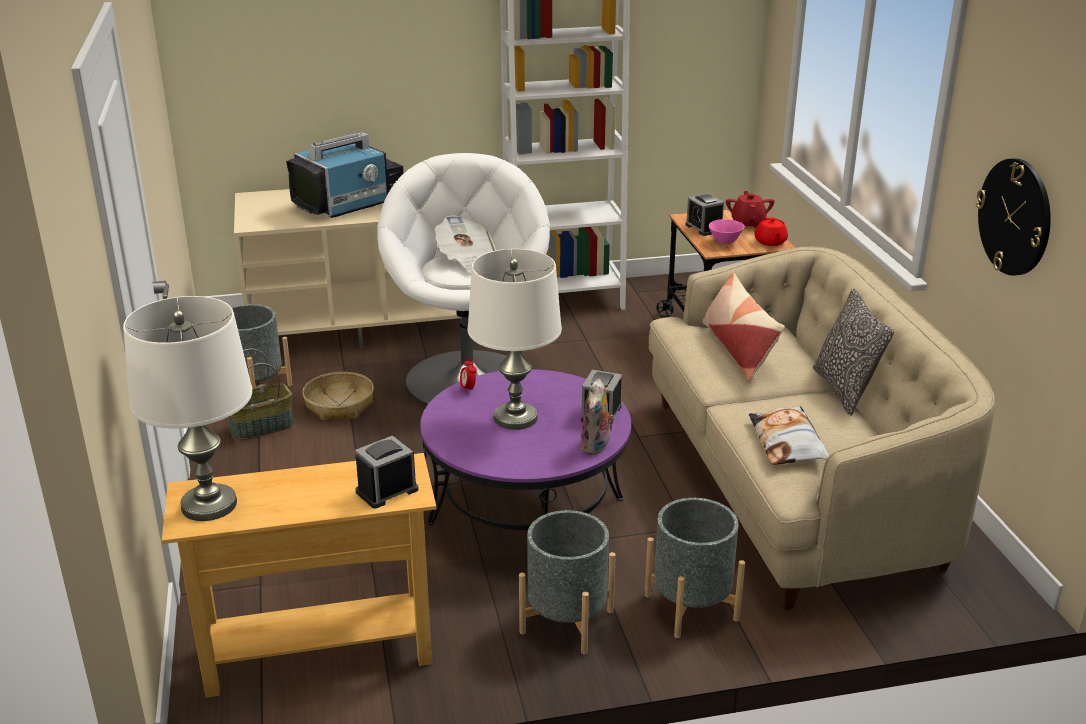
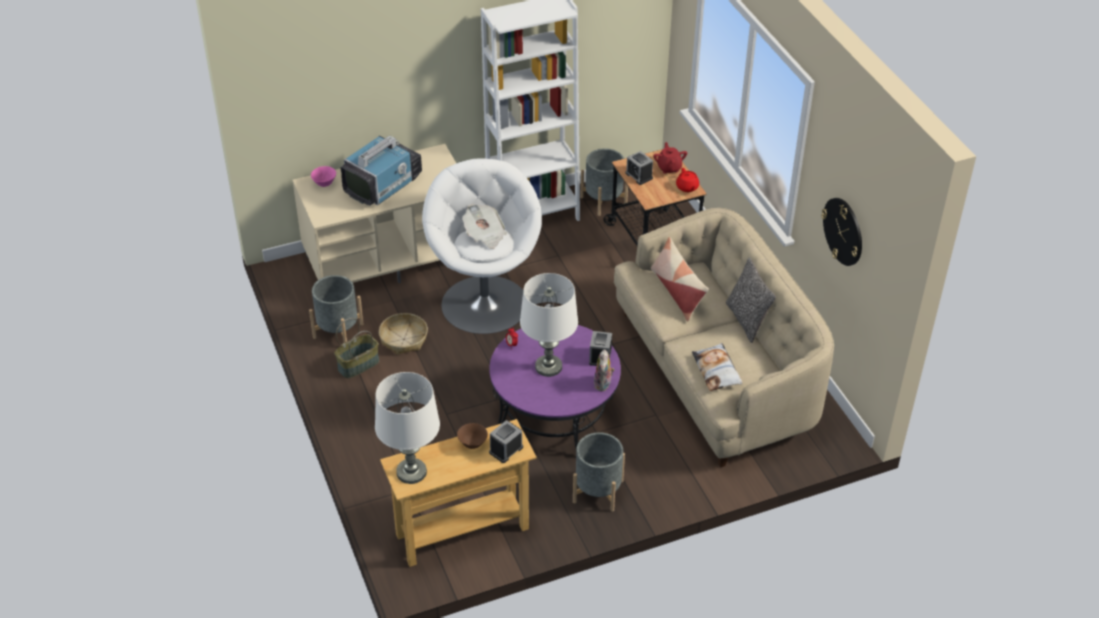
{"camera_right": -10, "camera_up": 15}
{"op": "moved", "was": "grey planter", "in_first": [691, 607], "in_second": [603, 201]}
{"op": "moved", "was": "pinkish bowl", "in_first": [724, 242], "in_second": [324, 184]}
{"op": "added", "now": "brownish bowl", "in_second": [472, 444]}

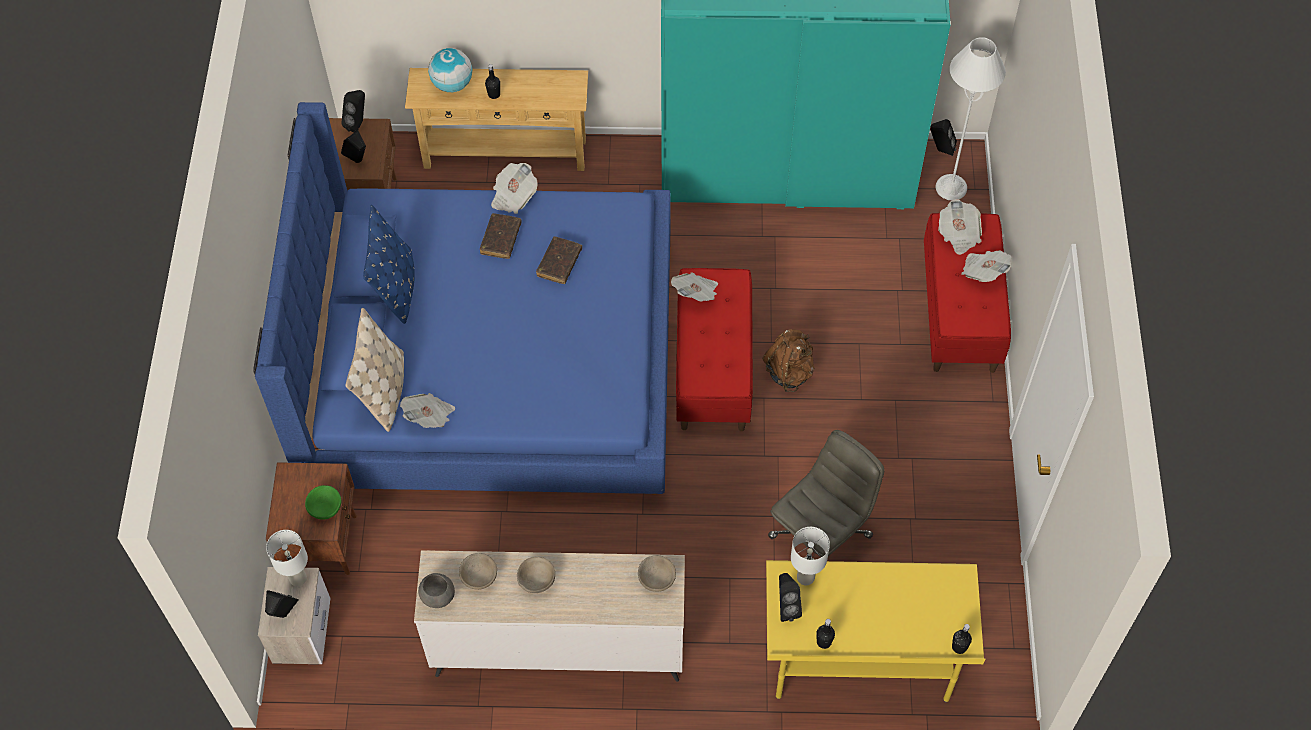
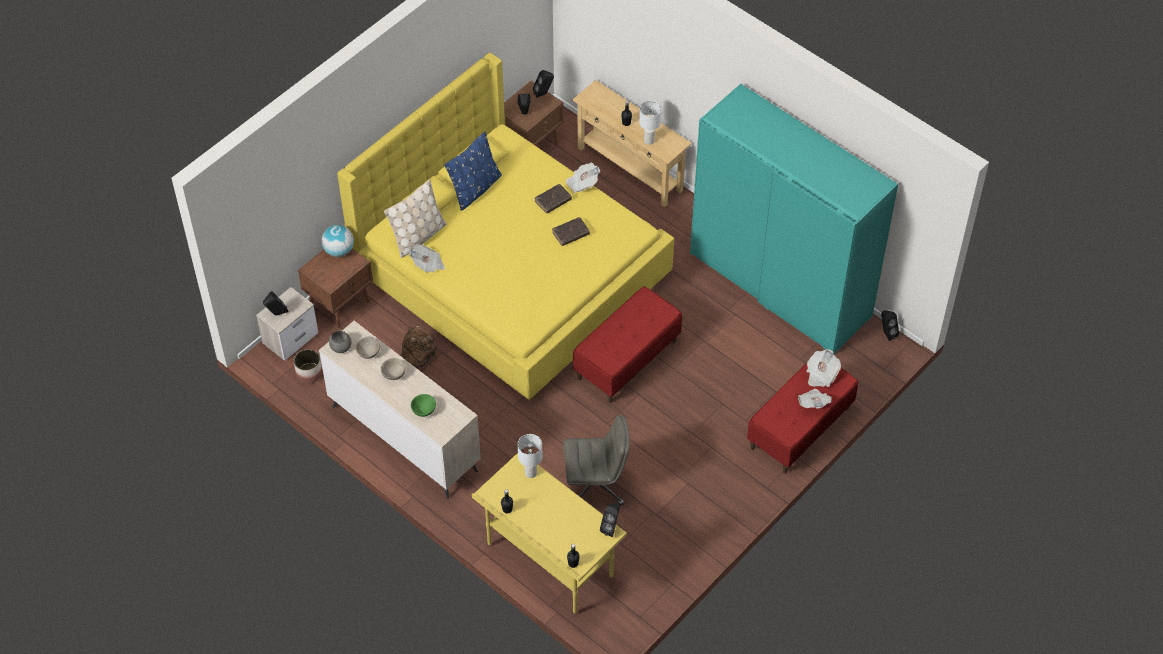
{"camera_right": 40, "camera_up": -5}
{"op": "recoloured", "was": "blue sleeping bed", "now": "yellow sleeping bed", "in_first": [490, 364], "in_second": [511, 274]}
{"op": "moved", "was": "whitish lamp for a table", "in_first": [297, 578], "in_second": [649, 140]}
{"op": "moved", "was": "green bowl", "in_first": [325, 508], "in_second": [424, 410]}
{"op": "moved", "was": "desk globe", "in_first": [452, 84], "in_second": [339, 250]}
{"op": "removed", "was": "sand-coloured bowl", "in_first": [657, 579]}
{"op": "removed", "was": "daily paper", "in_first": [696, 293]}
{"op": "moved", "was": "brownish knapsack", "in_first": [789, 371], "in_second": [418, 358]}
{"op": "moved", "was": "black-coloured loudspeaker", "in_first": [786, 607], "in_second": [611, 527]}
{"op": "removed", "was": "whitish standard lamp", "in_first": [951, 187]}
{"op": "added", "now": "planter", "in_second": [309, 373]}

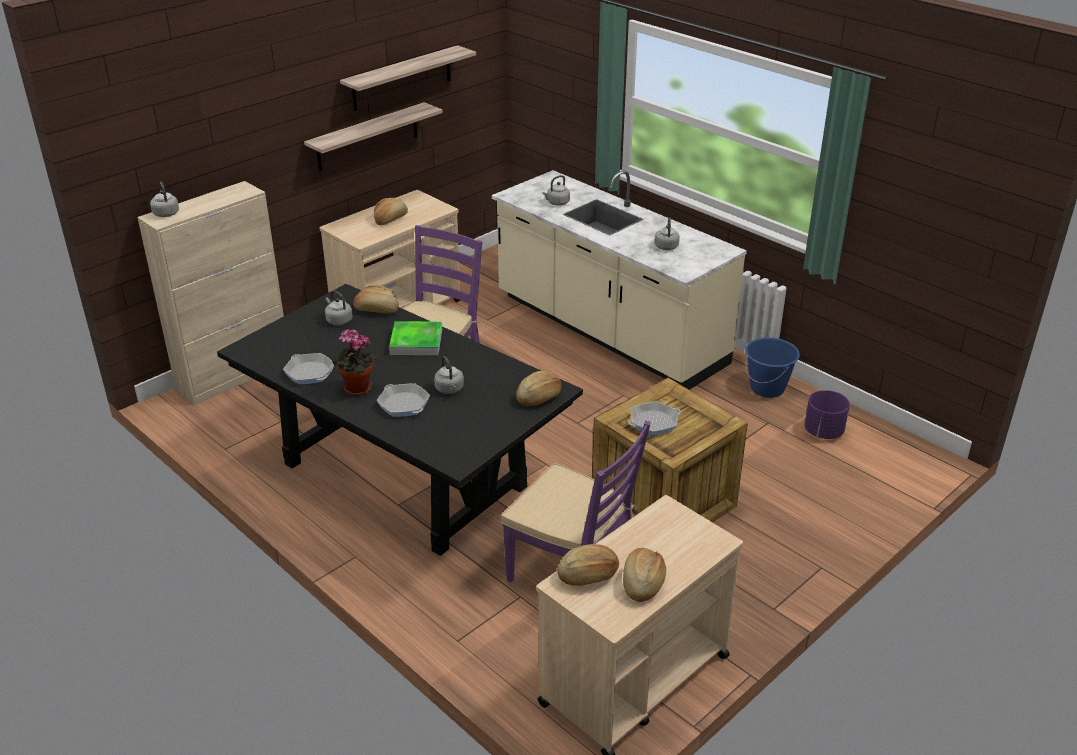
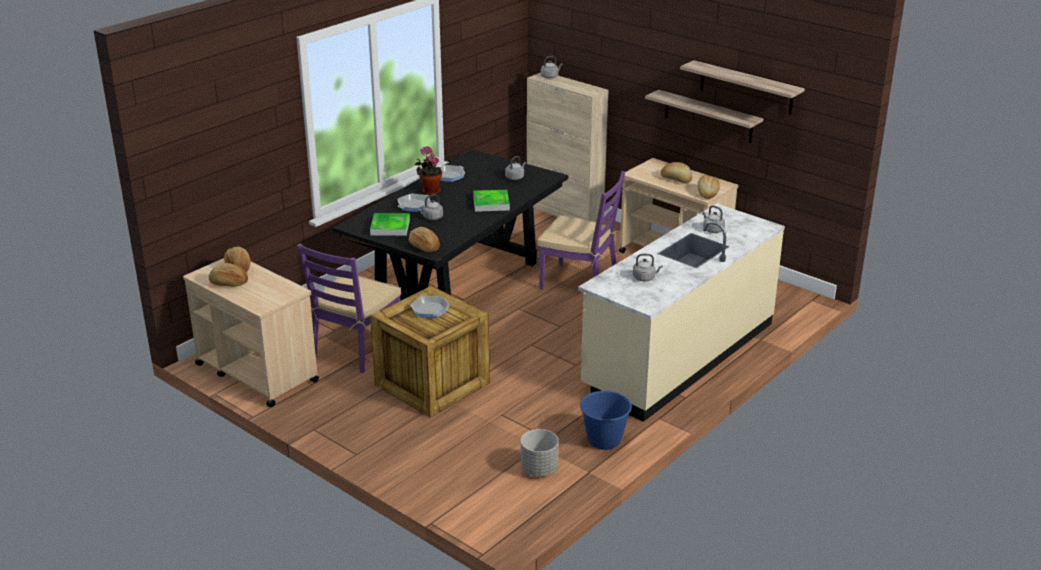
{"camera_right": 85, "camera_up": -5}
{"op": "moved", "was": "bread", "in_first": [376, 310], "in_second": [707, 193]}
{"op": "recoloured", "was": "purplish planter", "now": "grey planter", "in_first": [823, 432], "in_second": [539, 469]}
{"op": "added", "now": "tray", "in_second": [390, 227]}

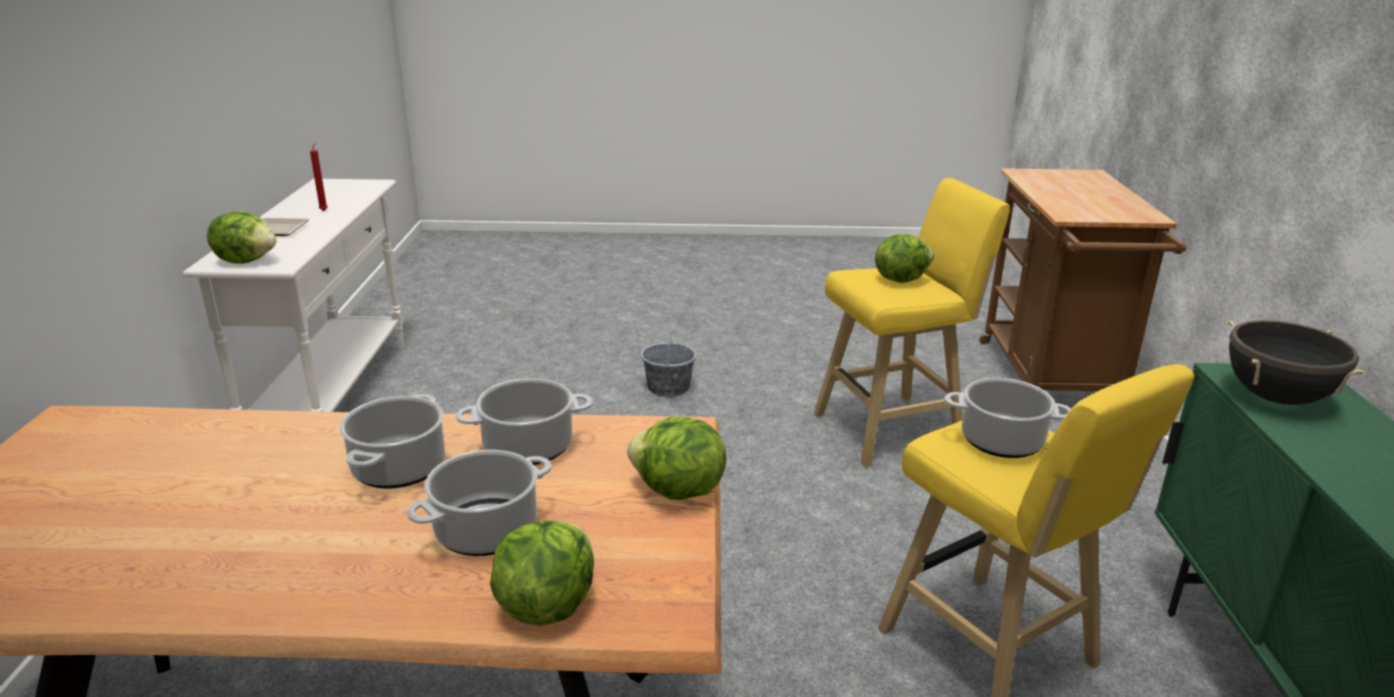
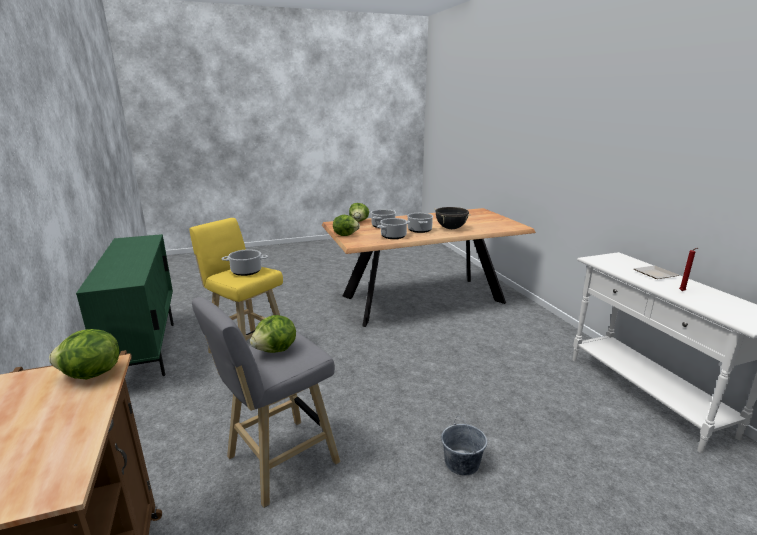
{"camera_right": 160, "camera_up": -5}
{"op": "moved", "was": "lettuce", "in_first": [247, 260], "in_second": [91, 375]}
{"op": "recoloured", "was": "yellow sitting stool", "now": "grey sitting stool", "in_first": [894, 429], "in_second": [278, 462]}
{"op": "moved", "was": "black-coloured stockpot", "in_first": [1276, 398], "in_second": [451, 228]}

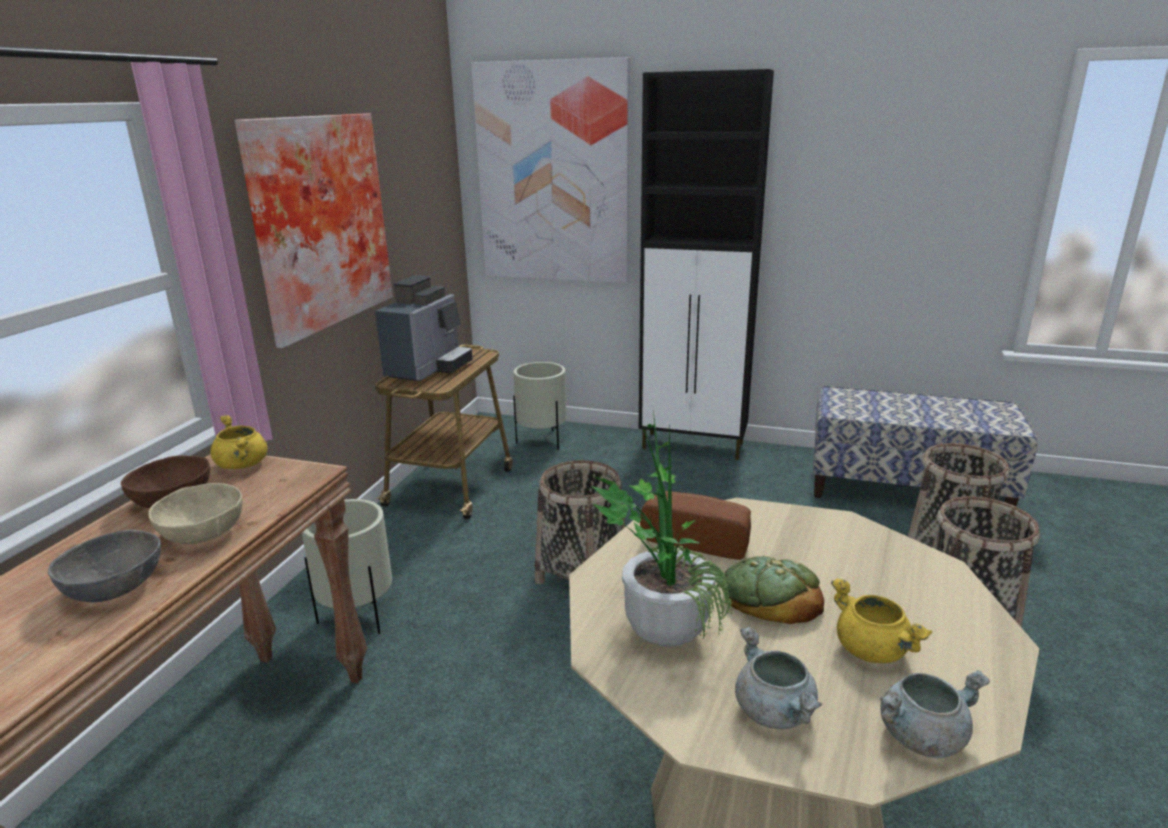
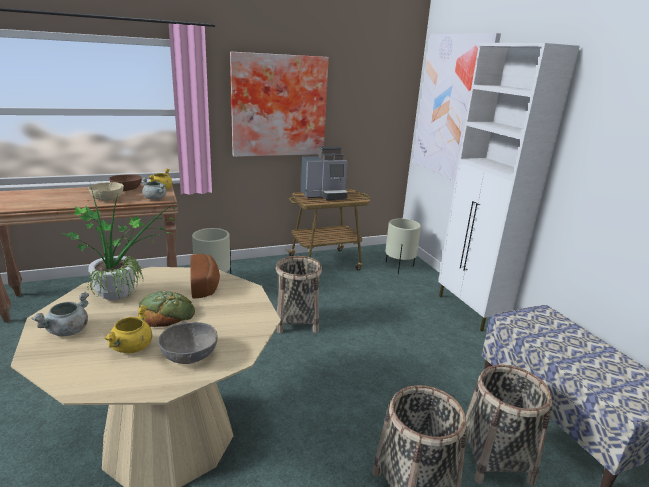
{"camera_right": 50, "camera_up": 0}
{"op": "moved", "was": "grey bowl", "in_first": [115, 587], "in_second": [190, 355]}
{"op": "recoloured", "was": "black-coloured cupboard", "now": "whitish cupboard", "in_first": [694, 446], "in_second": [471, 311]}
{"op": "moved", "was": "grey stockpot", "in_first": [921, 736], "in_second": [155, 198]}

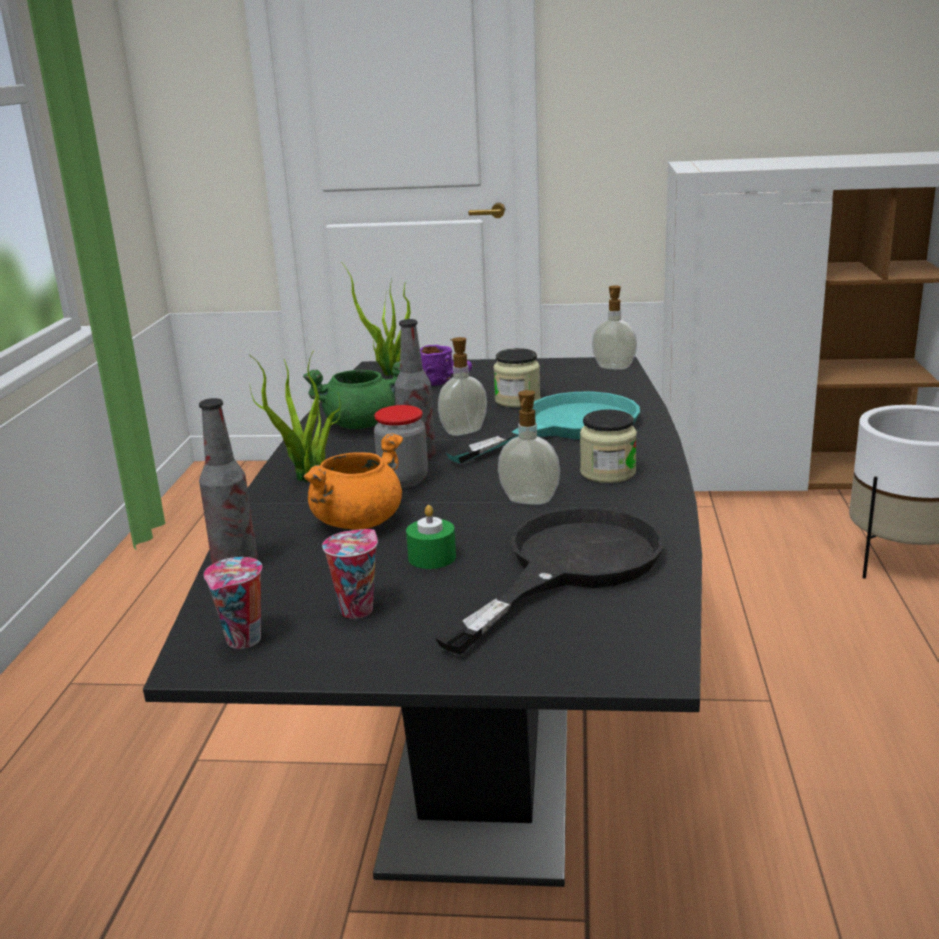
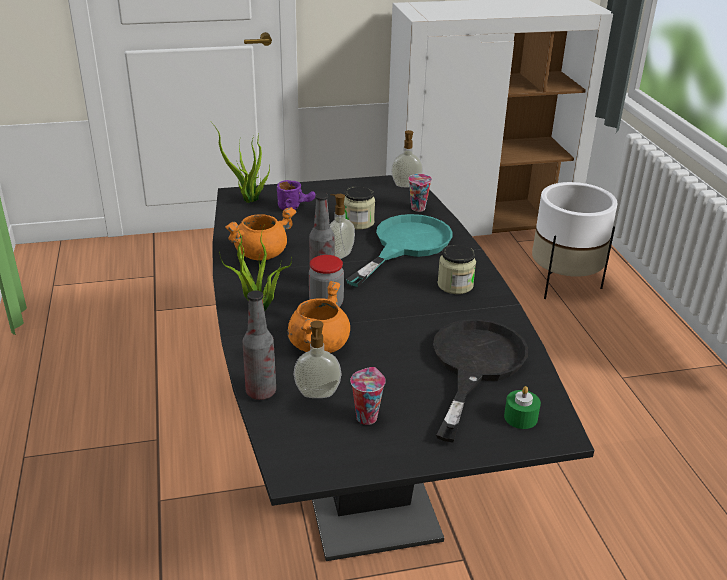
{"camera_right": -20, "camera_up": 10}
{"op": "moved", "was": "drinking cup", "in_first": [243, 641], "in_second": [418, 209]}
{"op": "recoloured", "was": "green stockpot", "now": "orangey stockpot", "in_first": [361, 424], "in_second": [261, 253]}
{"op": "moved", "was": "green candle", "in_first": [432, 557], "in_second": [520, 417]}
{"op": "moved", "was": "soap dispenser", "in_first": [529, 501], "in_second": [317, 394]}

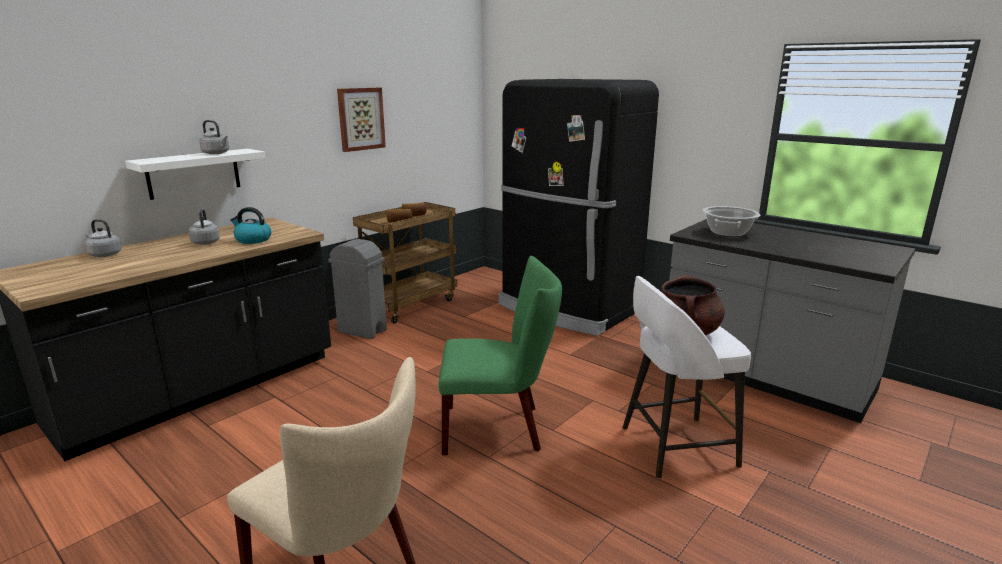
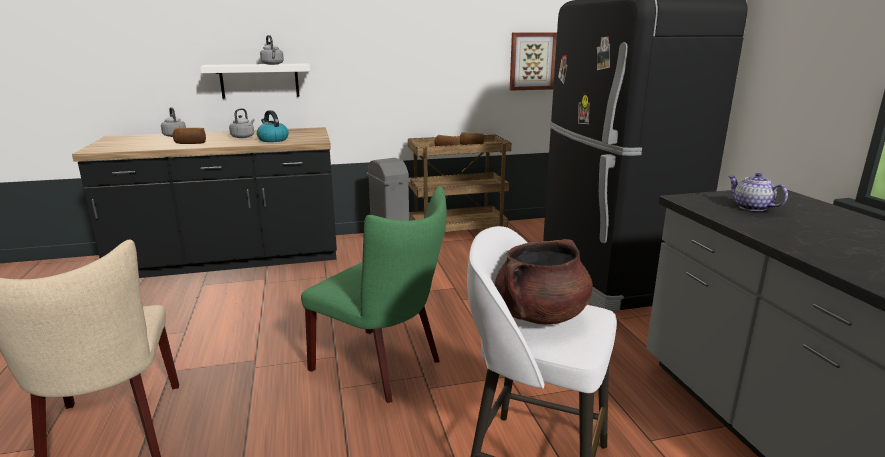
{"camera_right": 35, "camera_up": 0}
{"op": "moved", "was": "picture", "in_first": [360, 119], "in_second": [532, 61]}
{"op": "replaced", "was": "stockpot", "now": "pot for tea", "in_first": [728, 233], "in_second": [751, 207]}
{"op": "added", "now": "bread", "in_second": [191, 143]}

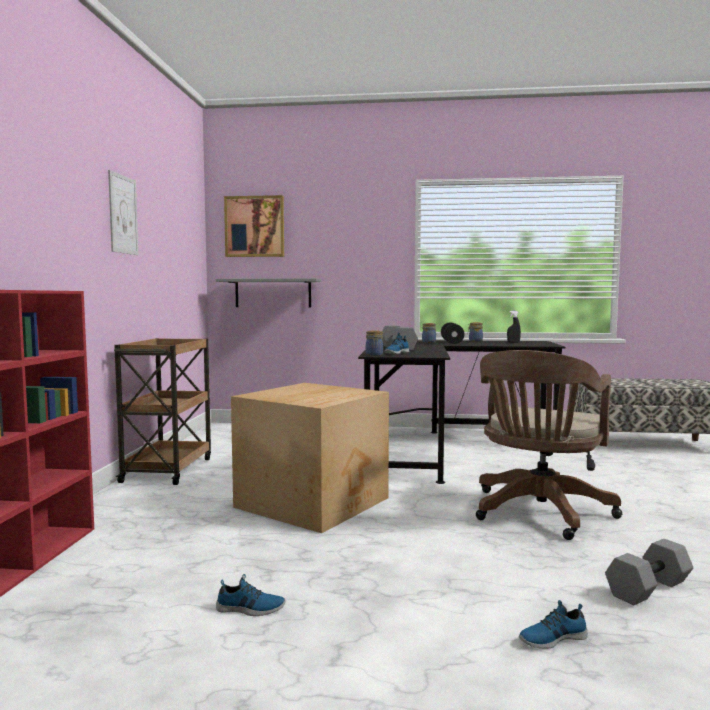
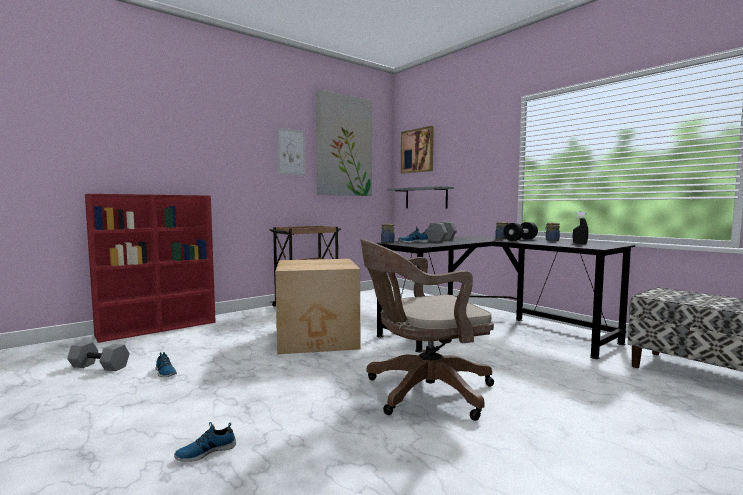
{"camera_right": 45, "camera_up": 0}
{"op": "turned", "was": "shoe", "in_first": [552, 638], "in_second": [206, 451], "clockwise": -60}
{"op": "moved", "was": "grey free weight", "in_first": [649, 589], "in_second": [98, 367]}
{"op": "added", "now": "picture", "in_second": [344, 146]}

